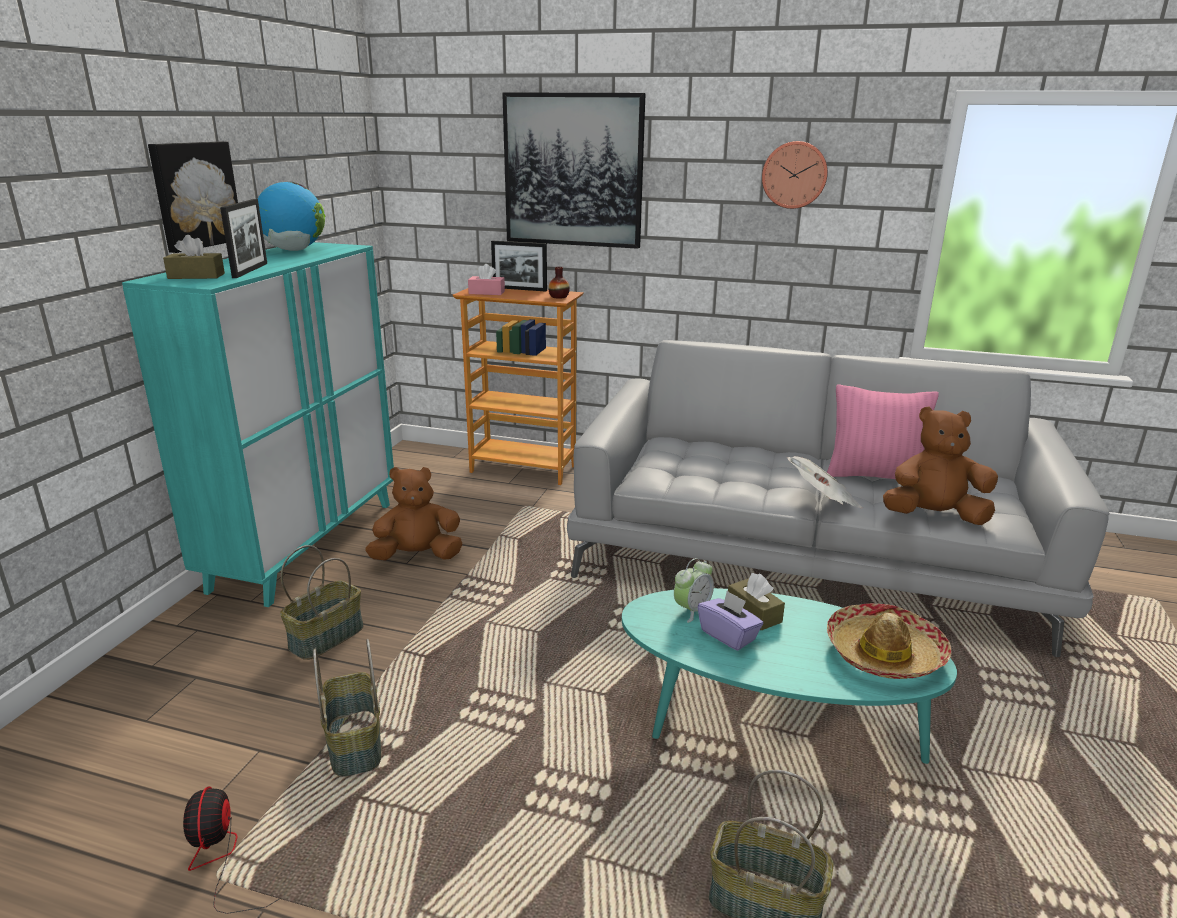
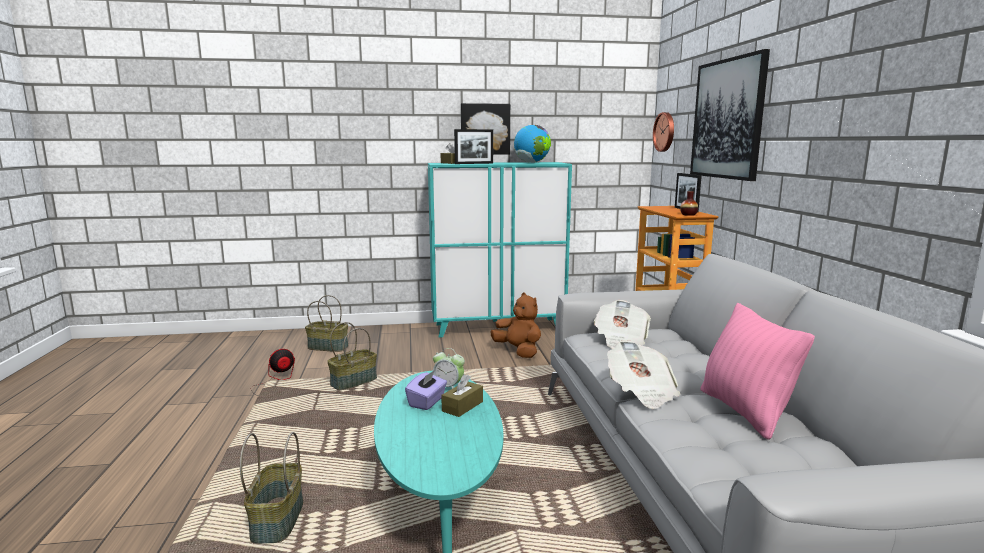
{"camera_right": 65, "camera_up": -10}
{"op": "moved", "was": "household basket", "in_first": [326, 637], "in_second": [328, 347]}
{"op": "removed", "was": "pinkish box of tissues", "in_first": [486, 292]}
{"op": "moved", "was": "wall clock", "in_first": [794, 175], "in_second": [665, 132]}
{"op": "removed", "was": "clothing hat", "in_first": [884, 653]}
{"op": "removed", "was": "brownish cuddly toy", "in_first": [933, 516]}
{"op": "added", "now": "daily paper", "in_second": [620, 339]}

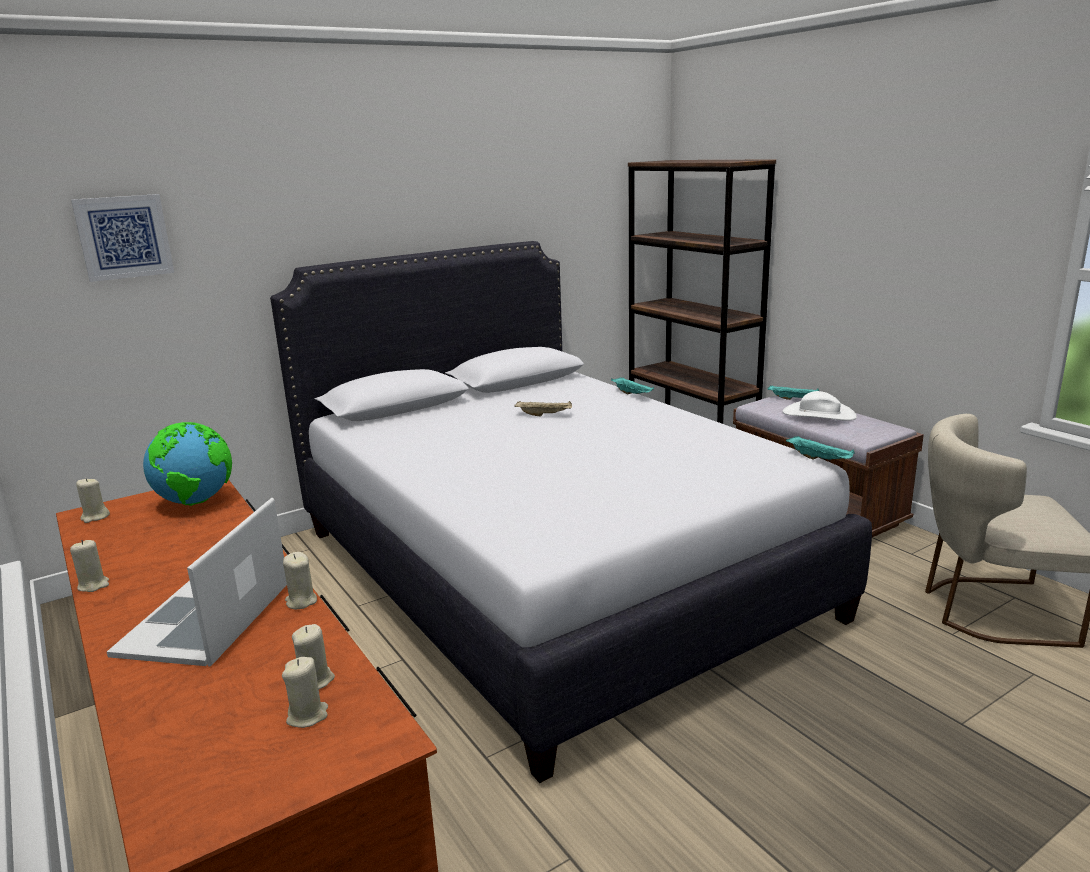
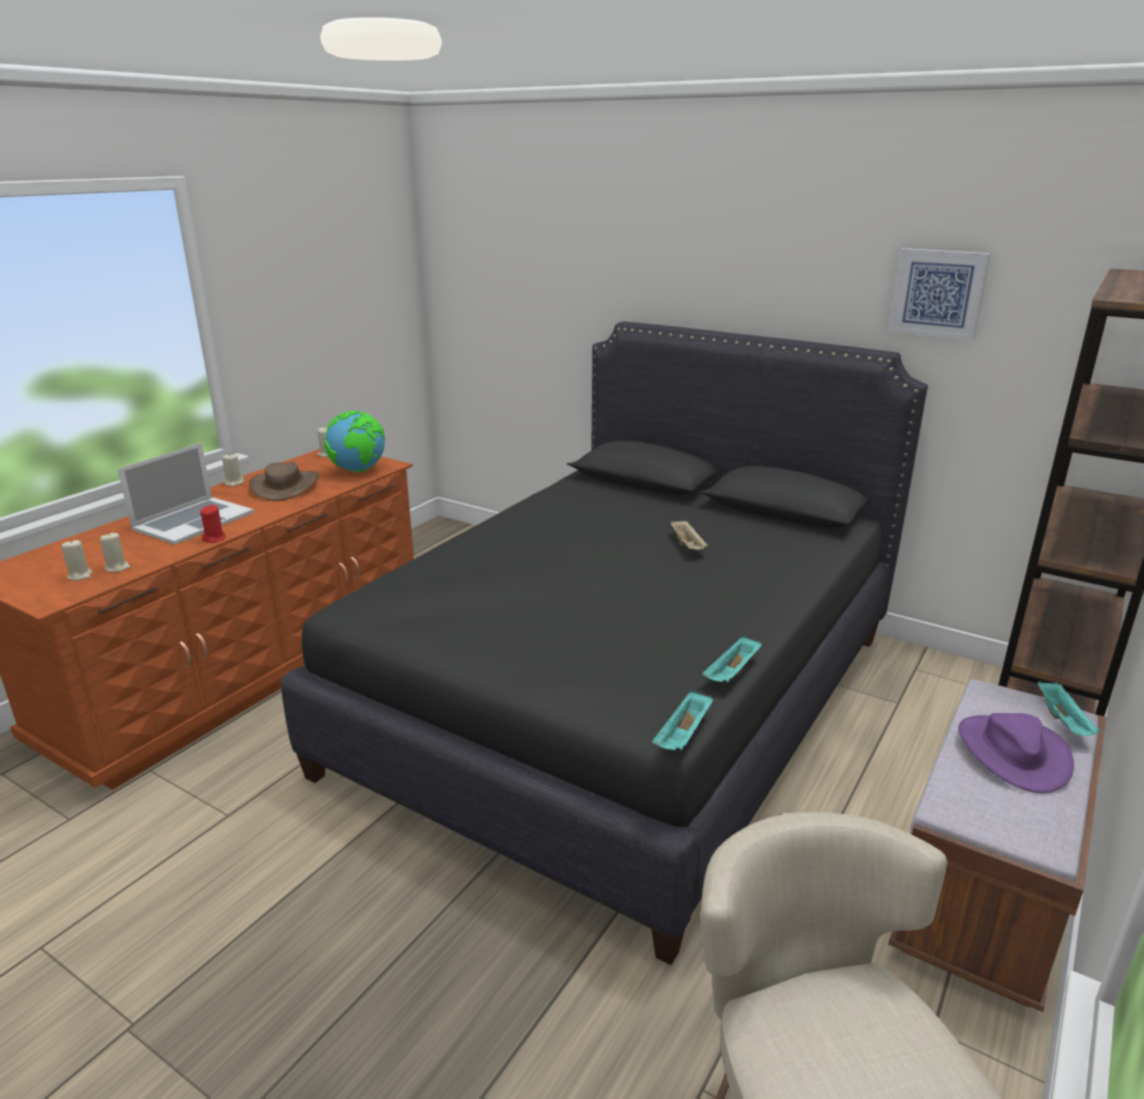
{"camera_right": 65, "camera_up": 5}
{"op": "moved", "was": "picture", "in_first": [124, 237], "in_second": [938, 293]}
{"op": "turned", "was": "portable computer", "in_first": [206, 618], "in_second": [193, 521], "clockwise": 135}
{"op": "recoloured", "was": "whitish sleeping bed", "now": "black-coloured sleeping bed", "in_first": [549, 571], "in_second": [623, 700]}
{"op": "recoloured", "was": "sand-coloured candle", "now": "red-coloured candle", "in_first": [301, 601], "in_second": [214, 538]}
{"op": "moved", "was": "turquoise tray", "in_first": [632, 394], "in_second": [732, 673]}
{"op": "recoloured", "was": "whitish clothing hat", "now": "purplish clothing hat", "in_first": [818, 414], "in_second": [1012, 752]}
{"op": "added", "now": "brownish clothing hat", "in_second": [285, 486]}

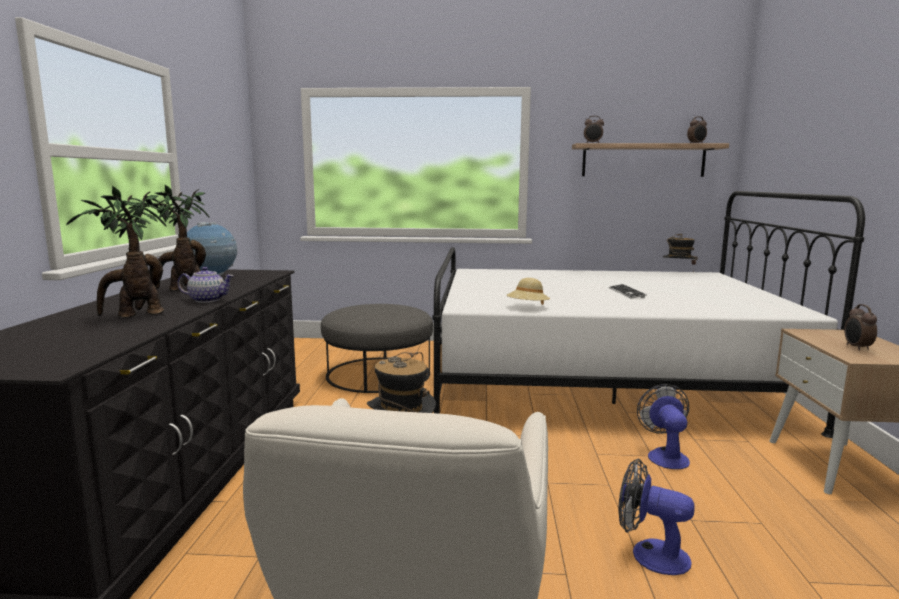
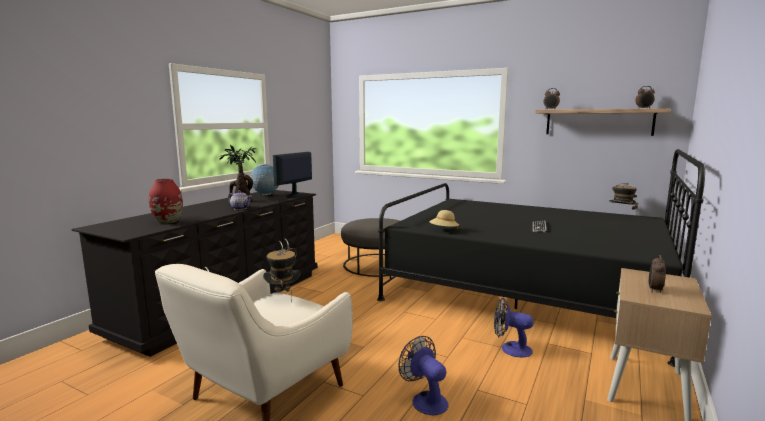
{"camera_right": 25, "camera_up": 0}
{"op": "removed", "was": "plant in a pot", "in_first": [135, 315]}
{"op": "recoloured", "was": "whitish sleeping bed", "now": "black-coloured sleeping bed", "in_first": [600, 379], "in_second": [526, 291]}
{"op": "turned", "was": "electric fan", "in_first": [665, 455], "in_second": [510, 348], "clockwise": -90}
{"op": "added", "now": "red-coloured vase", "in_second": [168, 221]}
{"op": "added", "now": "computer display", "in_second": [294, 195]}

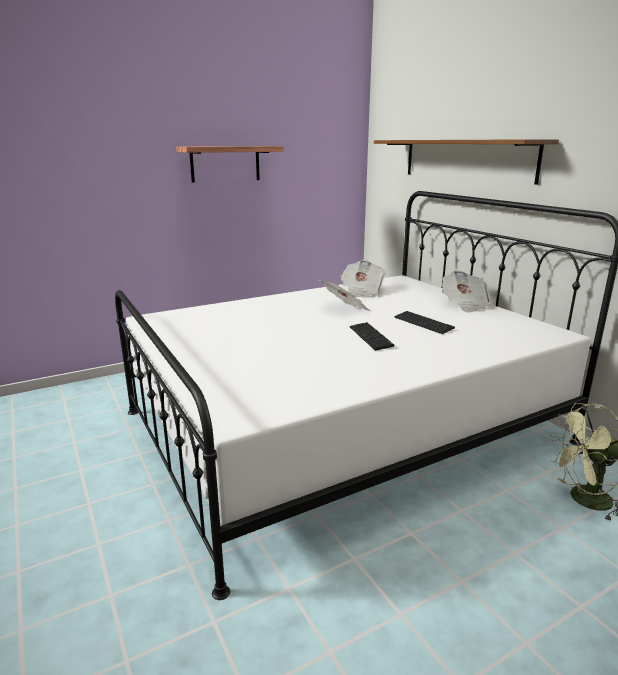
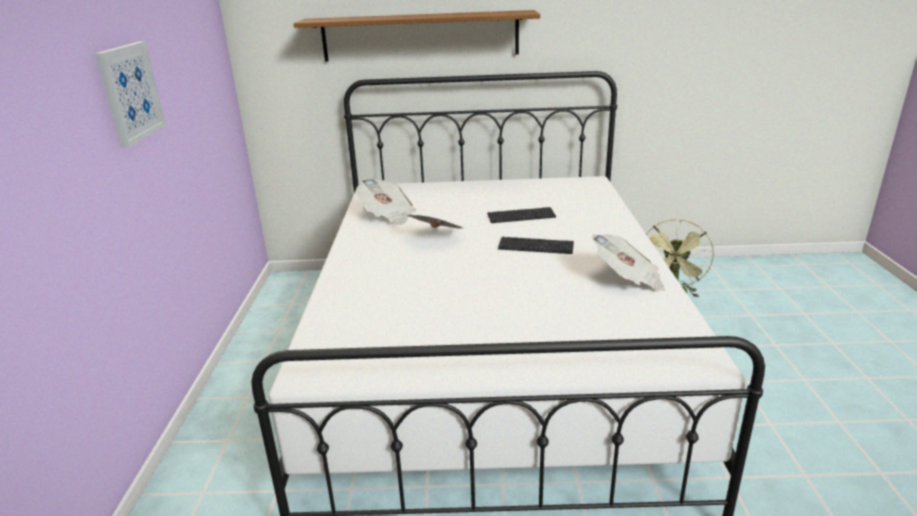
{"camera_right": -60, "camera_up": 5}
{"op": "replaced", "was": "shelf", "now": "picture", "in_first": [225, 163], "in_second": [130, 92]}
{"op": "moved", "was": "daily paper", "in_first": [464, 304], "in_second": [628, 279]}

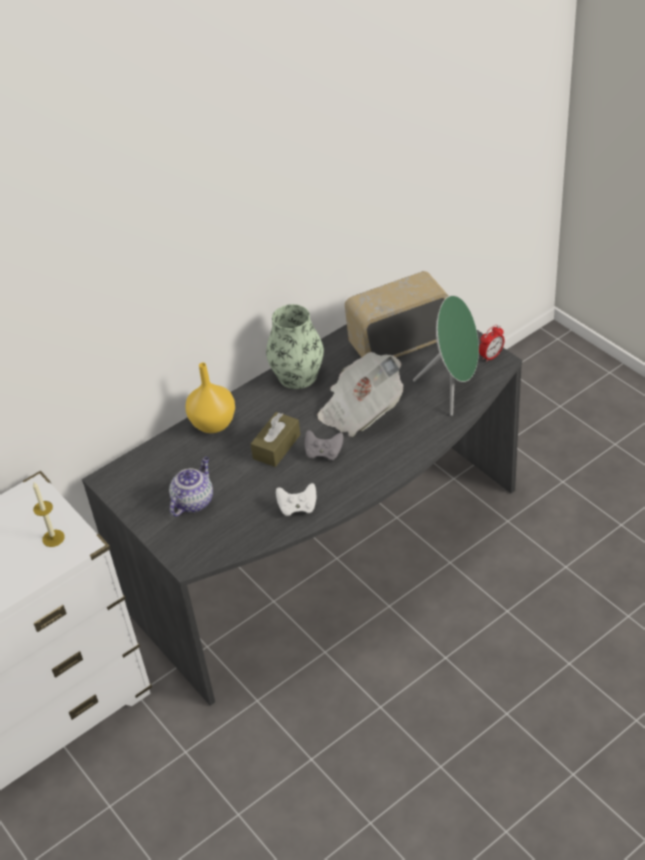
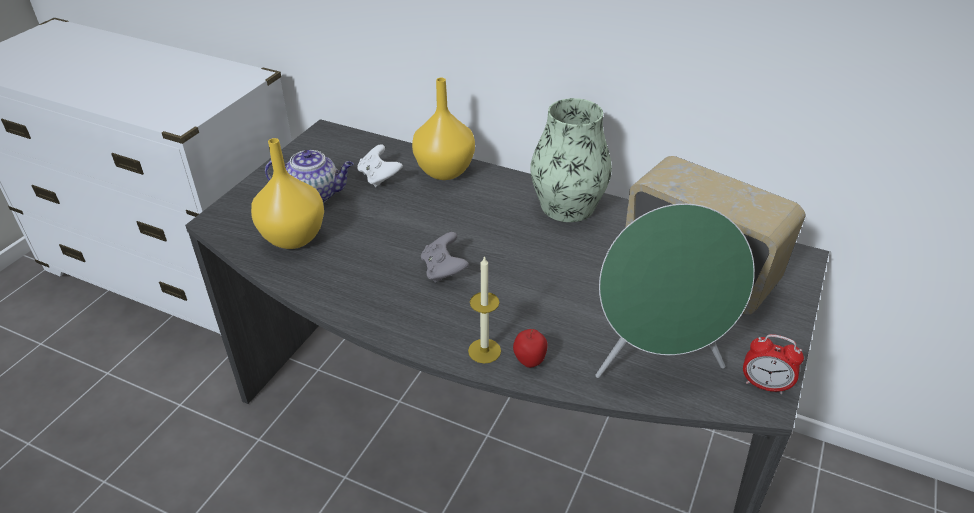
{"camera_right": 60, "camera_up": -5}
{"op": "moved", "was": "candle", "in_first": [53, 538], "in_second": [484, 351]}
{"op": "removed", "was": "brownish box of tissues", "in_first": [276, 446]}
{"op": "moved", "was": "whitish game controller", "in_first": [297, 507], "in_second": [379, 177]}
{"op": "removed", "was": "daily paper", "in_first": [361, 411]}
{"op": "added", "now": "yellow vase", "in_second": [294, 236]}
{"op": "added", "now": "whole apple", "in_second": [529, 362]}

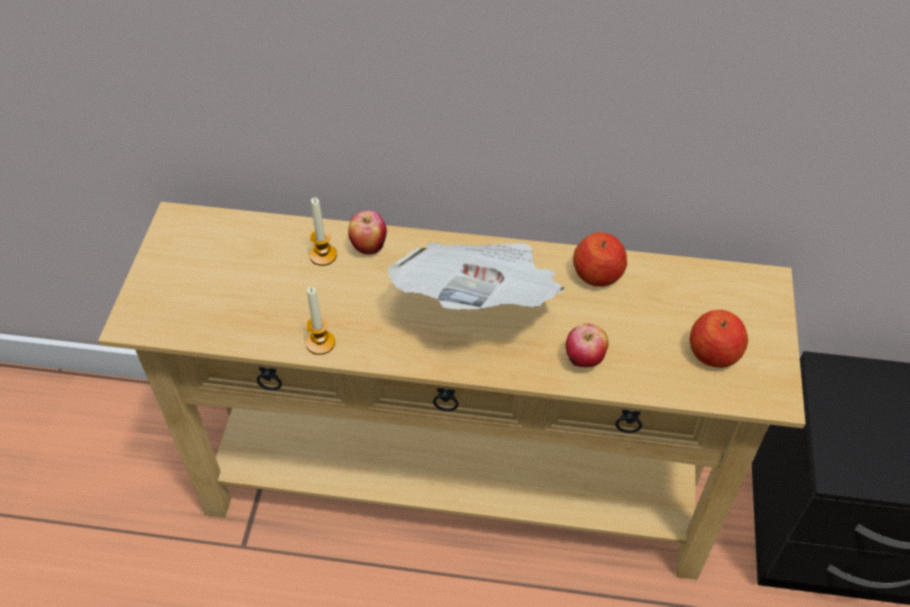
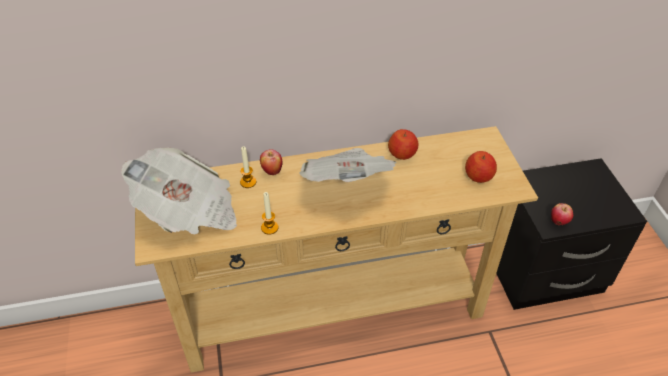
{"camera_right": -20, "camera_up": -5}
{"op": "moved", "was": "whole apple", "in_first": [584, 360], "in_second": [559, 222]}
{"op": "added", "now": "daily paper", "in_second": [189, 212]}

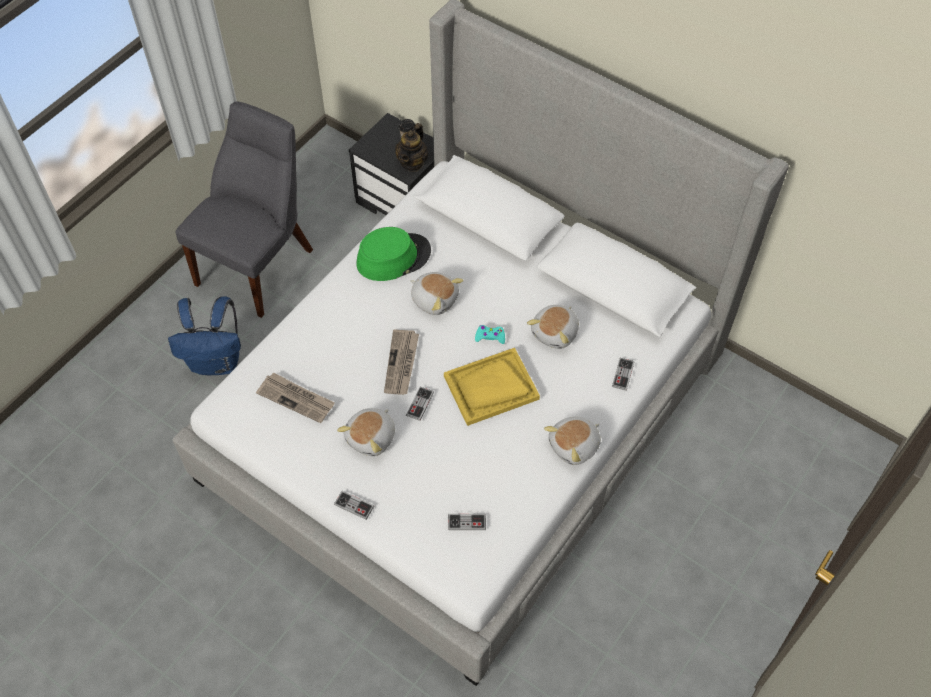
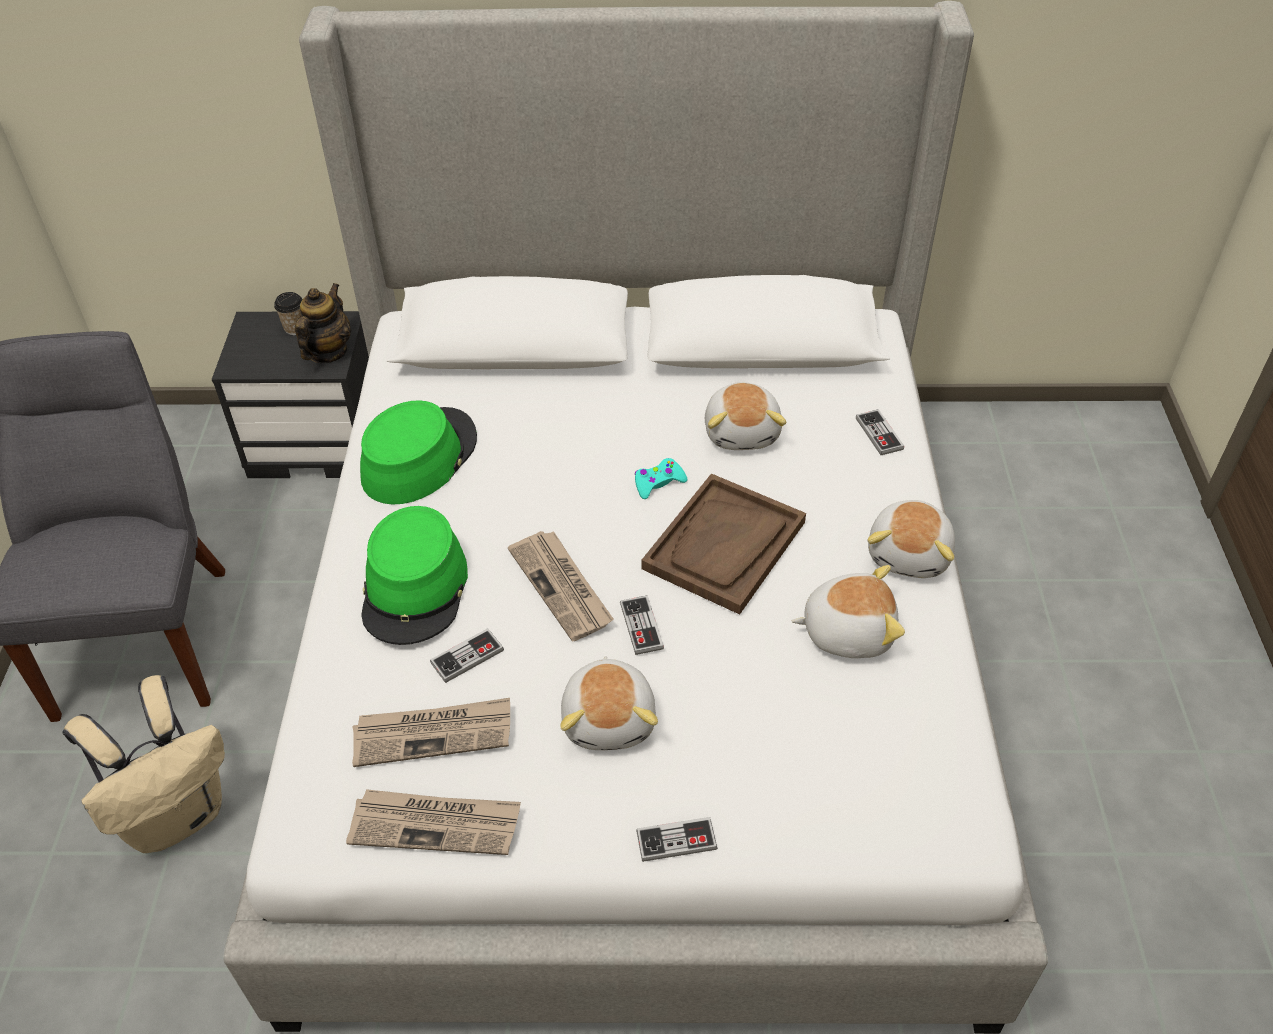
{"camera_right": -35, "camera_up": -10}
{"op": "recoloured", "was": "blue knapsack", "now": "sand-coloured knapsack", "in_first": [217, 362], "in_second": [177, 814]}
{"op": "turned", "was": "pot for tea", "in_first": [412, 163], "in_second": [327, 352], "clockwise": -150}
{"op": "moved", "was": "cuddly toy", "in_first": [435, 299], "in_second": [847, 630]}
{"op": "recoloured", "was": "yellow tray", "now": "brownish tray", "in_first": [491, 388], "in_second": [724, 546]}
{"op": "moved", "was": "game controller", "in_first": [467, 522], "in_second": [467, 657]}
{"op": "added", "now": "daily paper", "in_second": [436, 824]}
{"op": "added", "now": "green clothing hat", "in_second": [415, 588]}

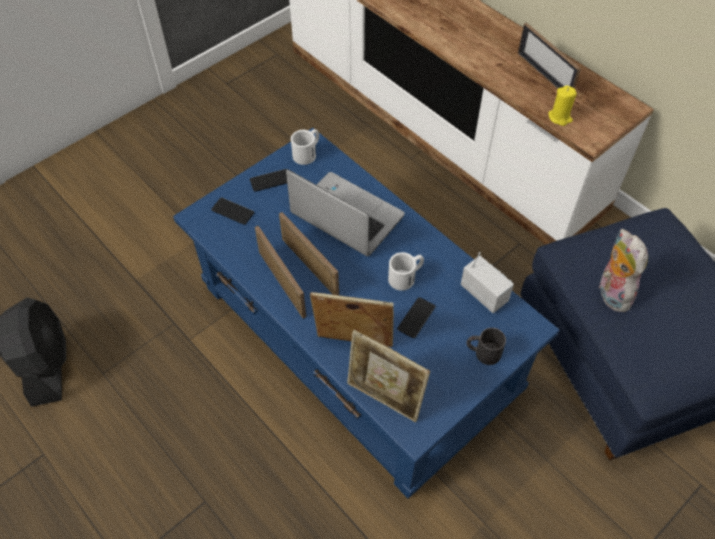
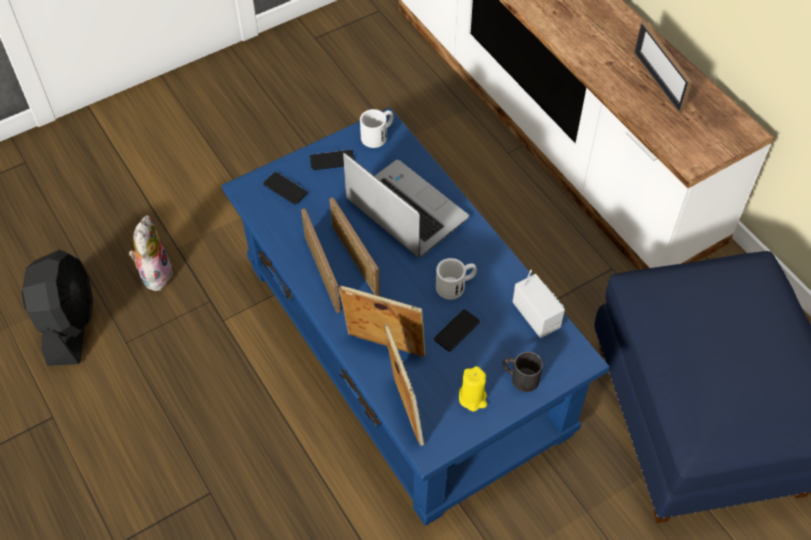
{"camera_right": 10, "camera_up": 0}
{"op": "turned", "was": "photo frame", "in_first": [384, 399], "in_second": [404, 409], "clockwise": -150}
{"op": "moved", "was": "yellow candle", "in_first": [560, 117], "in_second": [473, 398]}
{"op": "moved", "was": "cuddly toy", "in_first": [610, 293], "in_second": [154, 273]}

